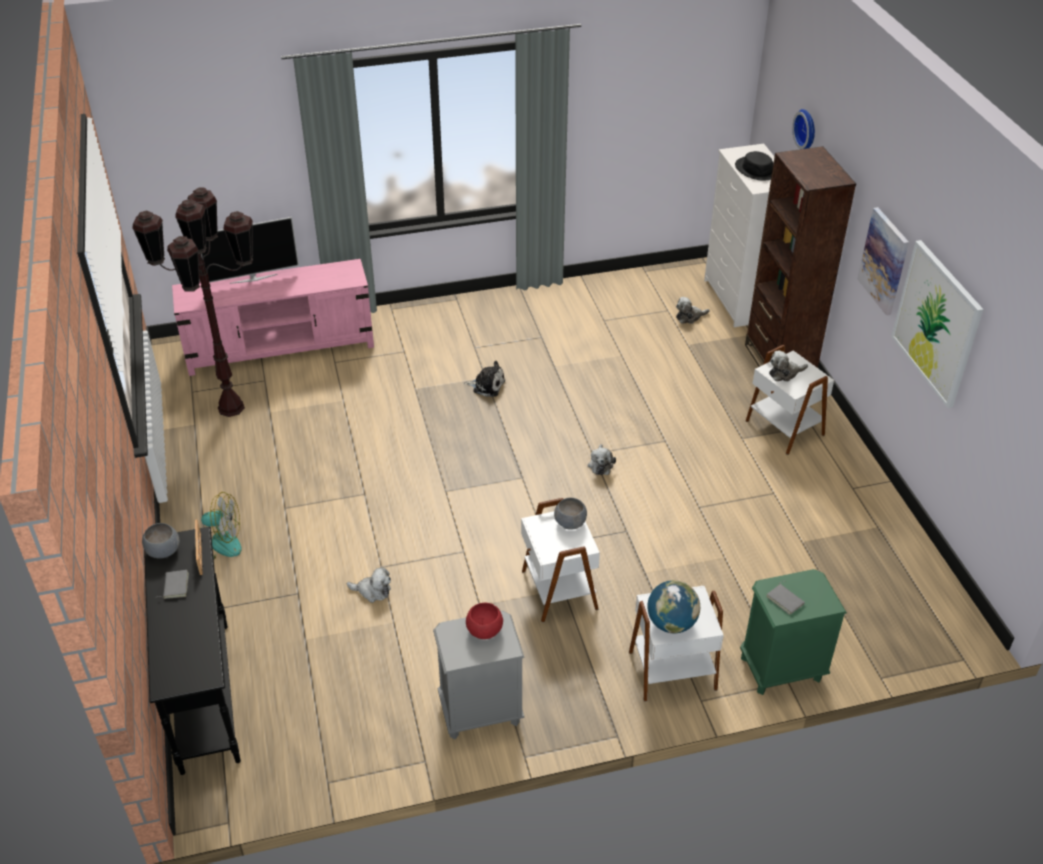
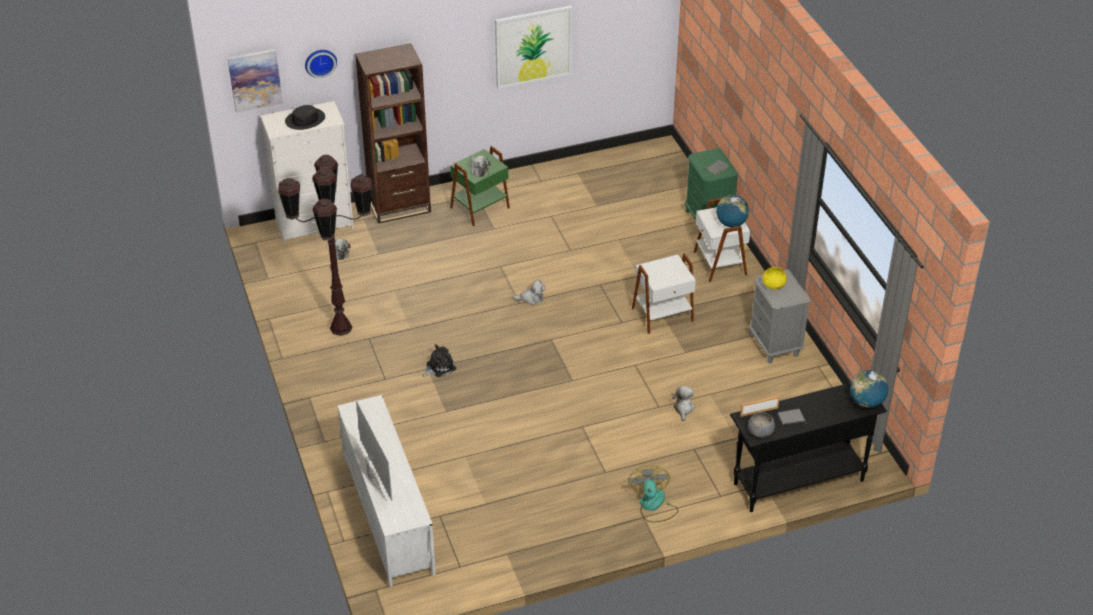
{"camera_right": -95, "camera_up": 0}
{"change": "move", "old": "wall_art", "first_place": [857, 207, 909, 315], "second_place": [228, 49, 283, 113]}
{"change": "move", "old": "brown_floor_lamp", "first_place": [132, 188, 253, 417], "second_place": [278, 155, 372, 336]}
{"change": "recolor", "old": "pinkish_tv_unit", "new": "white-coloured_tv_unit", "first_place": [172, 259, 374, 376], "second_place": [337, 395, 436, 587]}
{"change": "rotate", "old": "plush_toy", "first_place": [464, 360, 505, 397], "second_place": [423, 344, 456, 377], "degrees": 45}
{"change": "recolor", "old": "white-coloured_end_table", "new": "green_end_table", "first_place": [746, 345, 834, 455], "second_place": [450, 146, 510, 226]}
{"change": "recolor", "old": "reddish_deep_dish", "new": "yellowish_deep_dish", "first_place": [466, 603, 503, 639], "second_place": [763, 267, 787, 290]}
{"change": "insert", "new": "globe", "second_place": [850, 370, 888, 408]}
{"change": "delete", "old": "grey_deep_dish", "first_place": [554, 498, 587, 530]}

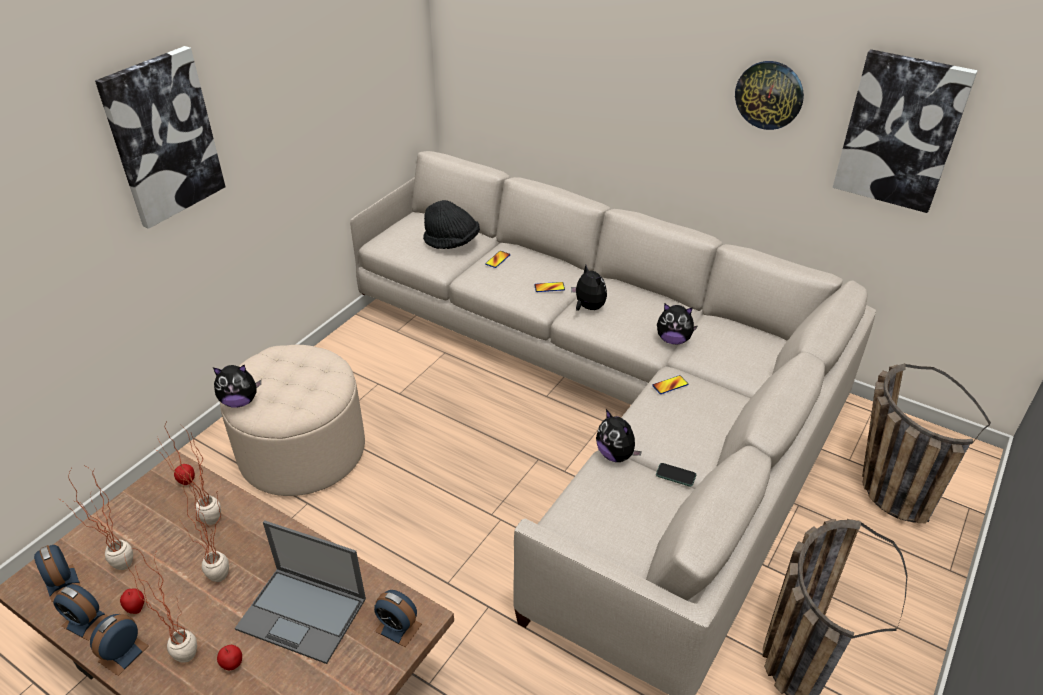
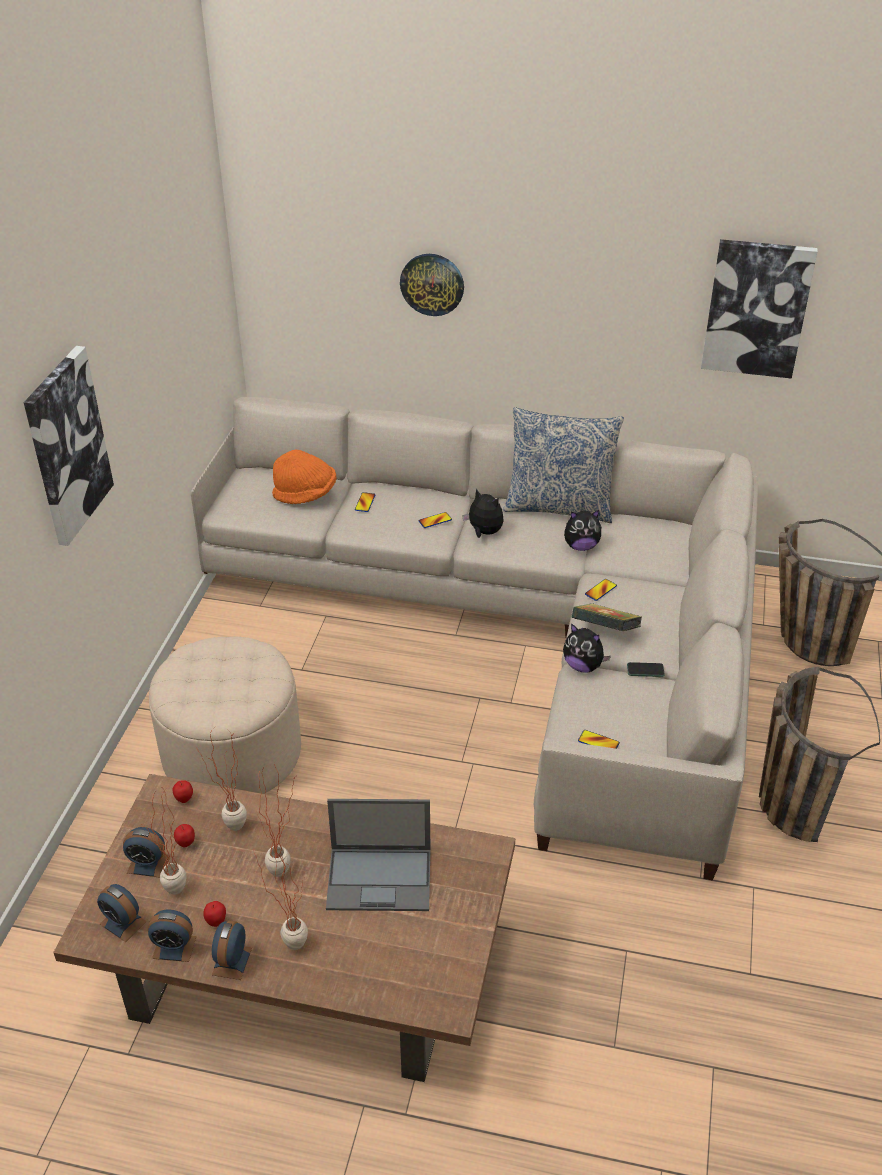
{"camera_right": -20, "camera_up": 0}
{"change": "move", "old": "table_clock", "first_place": [374, 590, 422, 647], "second_place": [123, 827, 169, 878]}
{"change": "move", "old": "whole_apple", "first_place": [217, 645, 242, 670], "second_place": [174, 824, 195, 847]}
{"change": "recolor", "old": "black_wearable_hat", "new": "orange-coloured_wearable_hat", "first_place": [423, 200, 480, 249], "second_place": [272, 450, 336, 504]}
{"change": "move", "old": "hanging_clock", "first_place": [735, 61, 804, 130], "second_place": [400, 254, 464, 316]}
{"change": "insert", "new": "throw_pillow", "second_place": [503, 407, 624, 523]}
{"change": "insert", "new": "book", "second_place": [572, 603, 642, 631]}
{"change": "insert", "new": "phone", "second_place": [578, 730, 620, 749]}
{"change": "delete", "old": "plush_toy", "first_place": [213, 365, 261, 408]}

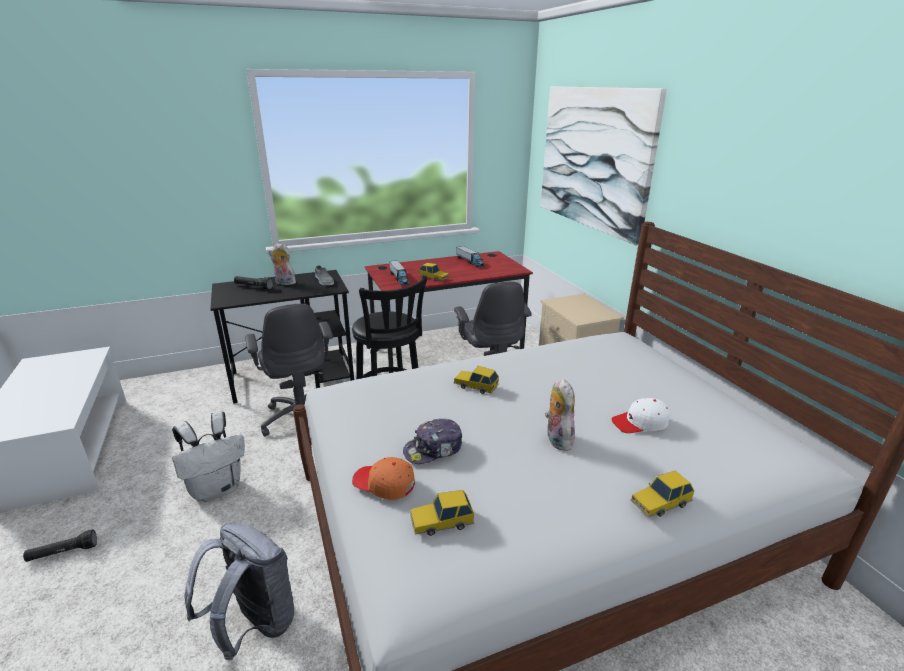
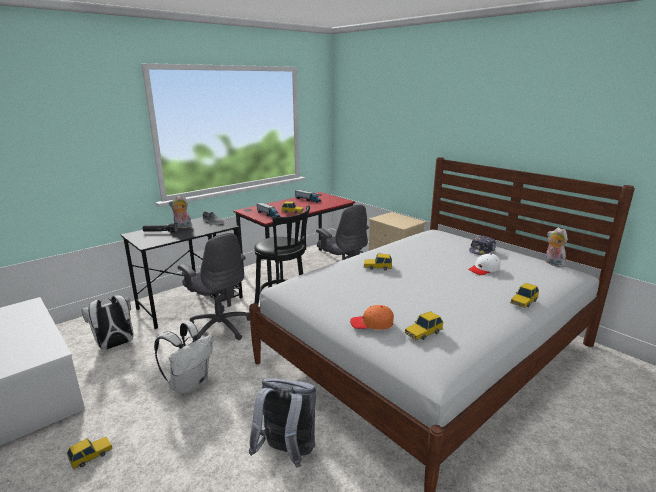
{"camera_right": -20, "camera_up": -5}
{"change": "replace", "old": "black_flashlight", "new": "miniature_car", "first_place": [23, 529, 97, 562], "second_place": [67, 437, 113, 470]}
{"change": "insert", "new": "white-coloured_backpack", "second_place": [81, 295, 134, 350]}
{"change": "move", "old": "baseball_cap", "first_place": [403, 419, 462, 464], "second_place": [469, 235, 496, 255]}
{"change": "move", "old": "plush_toy", "first_place": [545, 379, 575, 451], "second_place": [545, 228, 568, 267]}
{"change": "delete", "old": "wall_art", "first_place": [541, 86, 667, 245]}

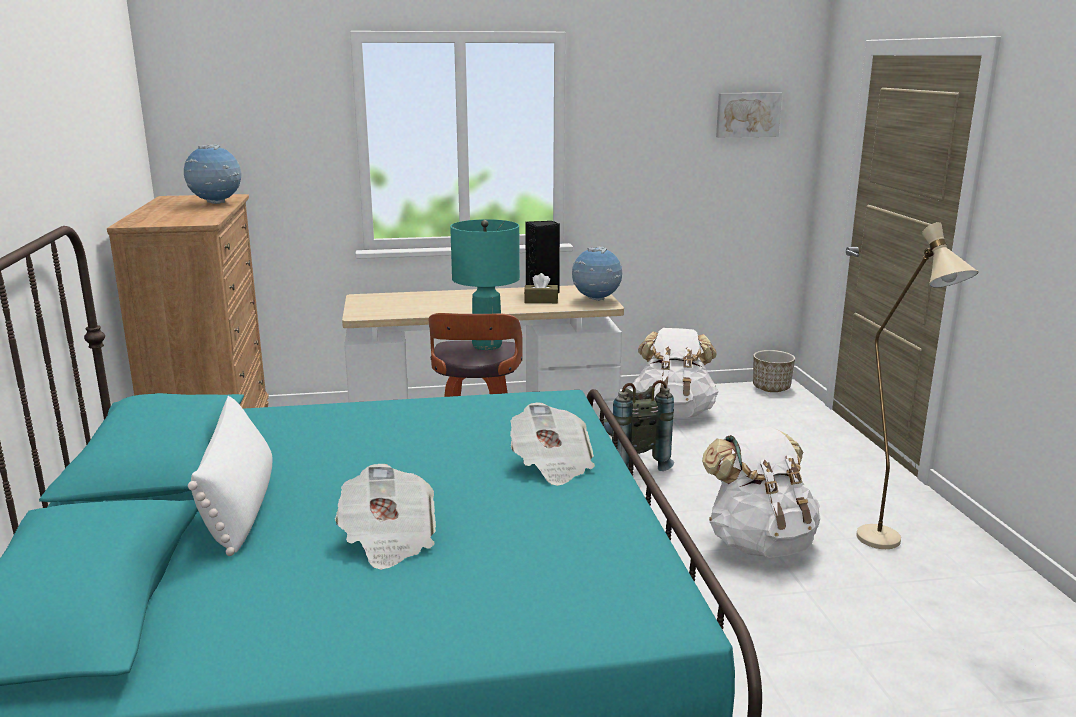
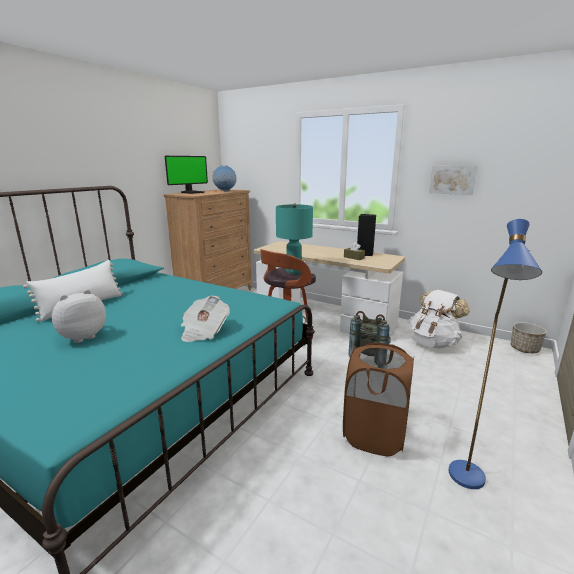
{"camera_right": 40, "camera_up": 0}
{"change": "replace", "old": "printed_paper", "new": "plush_toy", "first_place": [335, 464, 436, 570], "second_place": [51, 290, 106, 343]}
{"change": "insert", "new": "monitor", "second_place": [165, 156, 208, 194]}
{"change": "replace", "old": "white-coloured_backpack", "new": "brown_washing_basket", "first_place": [702, 427, 820, 558], "second_place": [343, 342, 414, 456]}
{"change": "move", "old": "wall_art", "first_place": [716, 93, 782, 138], "second_place": [429, 166, 477, 195]}
{"change": "recolor", "old": "sand-coloured_floor_lamp", "new": "bluish_floor_lamp", "first_place": [856, 222, 979, 549], "second_place": [448, 219, 542, 489]}
{"change": "delete", "old": "globe", "first_place": [572, 246, 622, 301]}

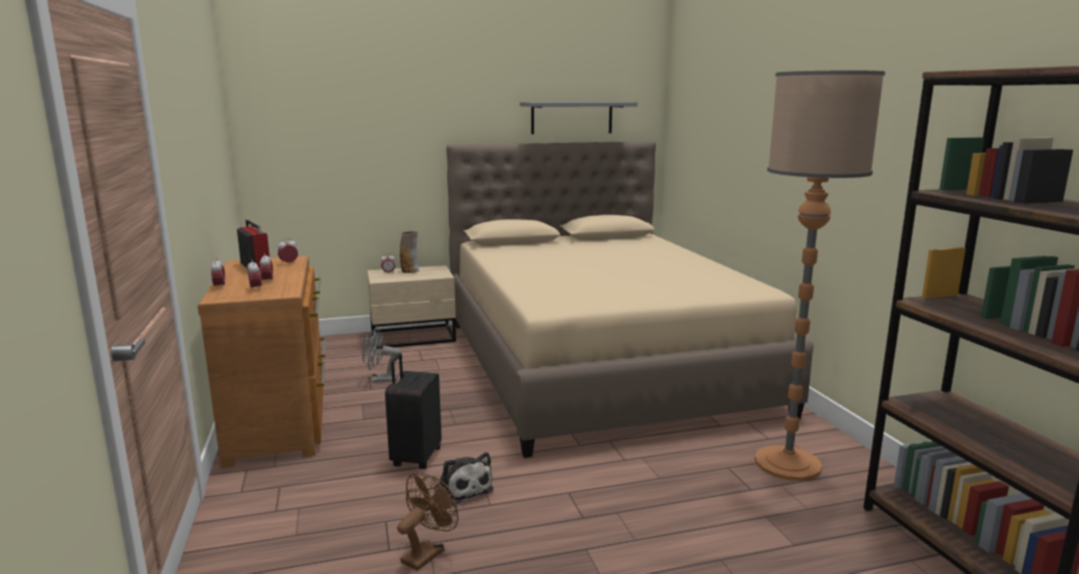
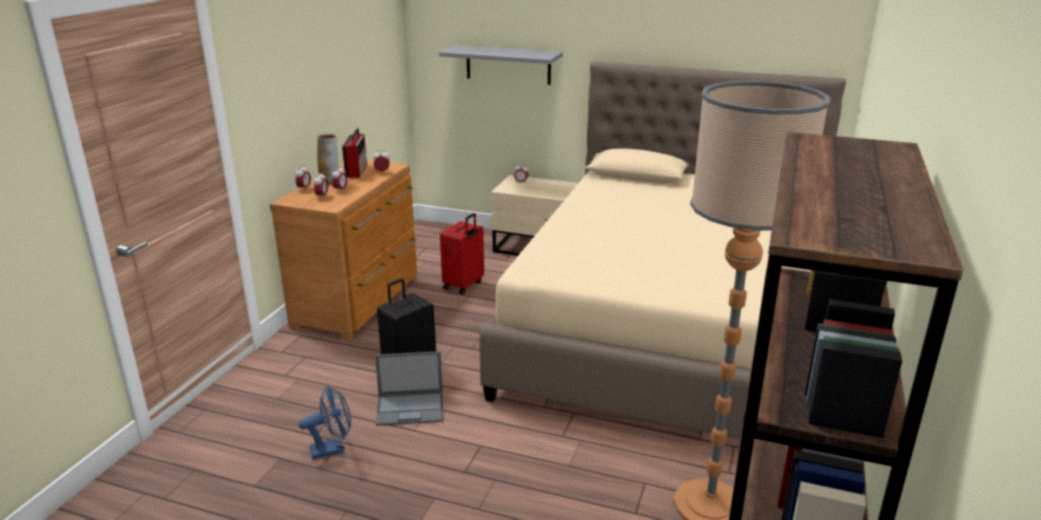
{"camera_right": 35, "camera_up": 10}
{"change": "recolor", "old": "brown_cooling_fan", "new": "bluish_cooling_fan", "first_place": [397, 473, 458, 571], "second_place": [299, 386, 351, 459]}
{"change": "move", "old": "flower_vase", "first_place": [400, 231, 419, 273], "second_place": [317, 134, 339, 184]}
{"change": "replace", "old": "plush_toy", "new": "notebook_computer", "first_place": [435, 452, 493, 506], "second_place": [375, 351, 443, 426]}
{"change": "move", "old": "grey_wall_shelf", "first_place": [520, 102, 638, 134], "second_place": [439, 45, 563, 85]}
{"change": "replace", "old": "grey_cooling_fan", "new": "reddish_travel_case", "first_place": [362, 328, 402, 383], "second_place": [440, 213, 484, 294]}

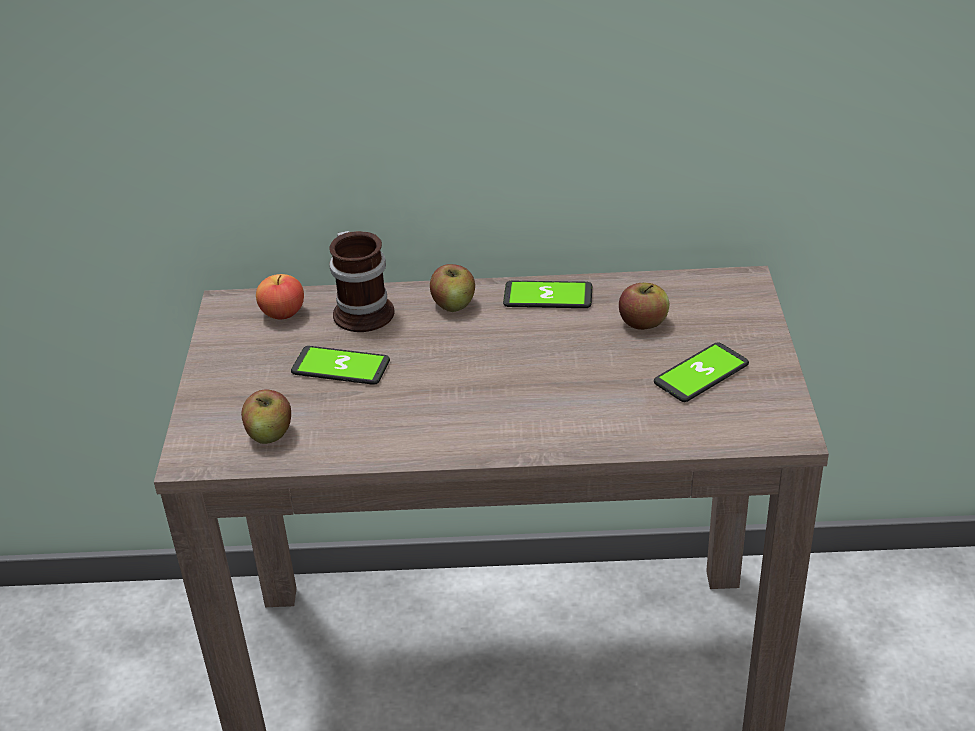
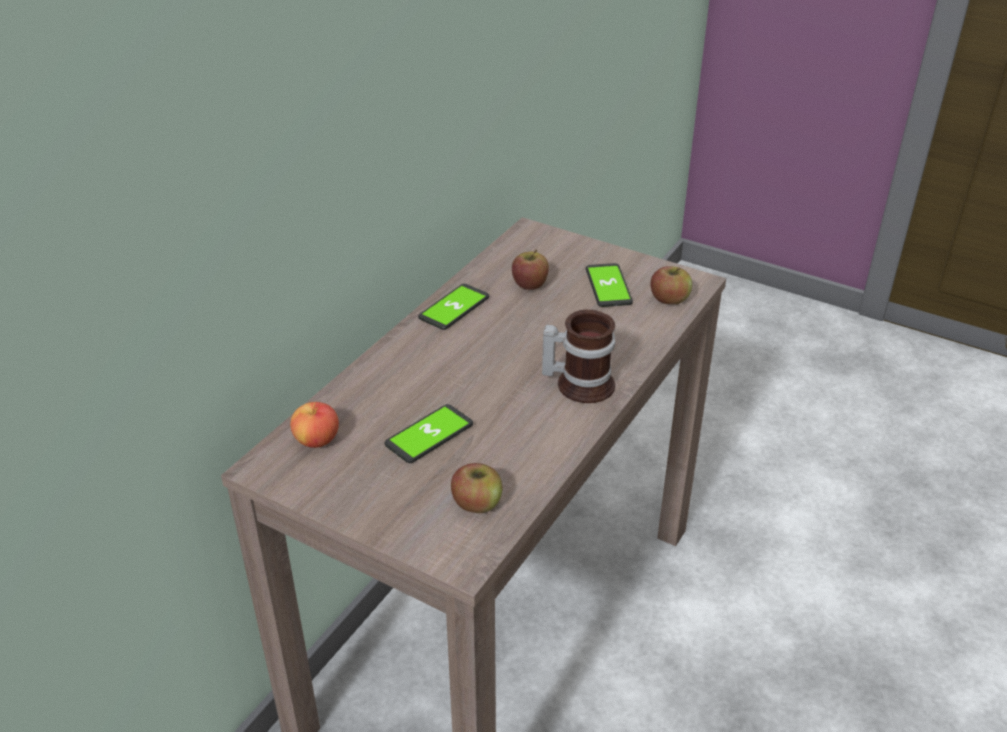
{"camera_right": -60, "camera_up": 0}
{"change": "move", "old": "tea_mug", "first_place": [329, 231, 395, 332], "second_place": [542, 310, 616, 403]}
{"change": "move", "old": "whole_apple", "first_place": [430, 264, 475, 312], "second_place": [650, 266, 692, 304]}

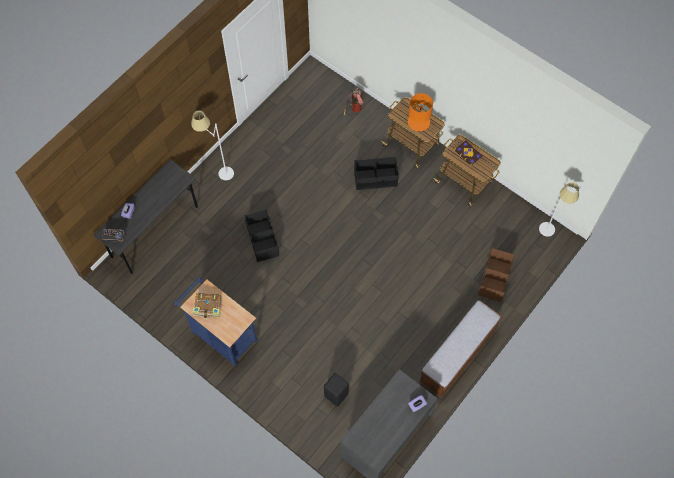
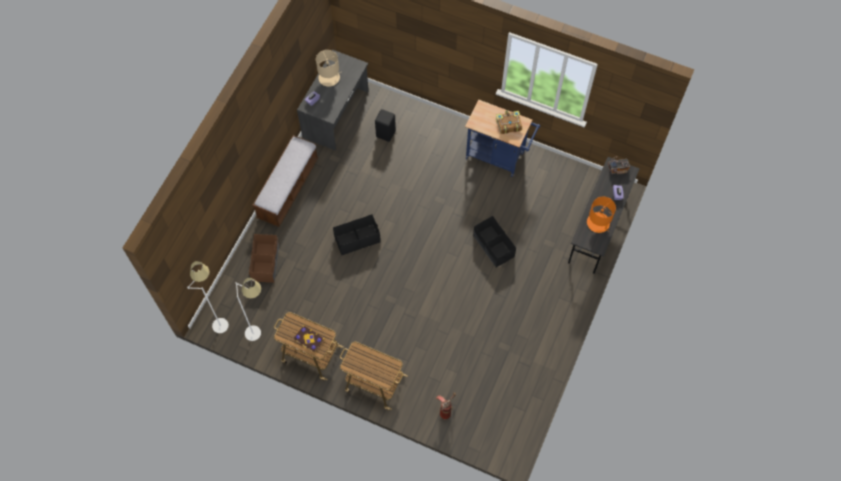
{"camera_right": 165, "camera_up": 0}
{"change": "move", "old": "white-coloured_floor_lamp", "first_place": [191, 111, 234, 180], "second_place": [236, 278, 261, 341]}
{"change": "insert", "new": "sand-coloured_table_lamp", "second_place": [316, 50, 341, 87]}
{"change": "move", "old": "black_storage_container", "first_place": [354, 157, 399, 190], "second_place": [333, 214, 381, 255]}
{"change": "move", "old": "orange-coloured_table_lamp", "first_place": [408, 93, 433, 131], "second_place": [587, 197, 616, 233]}

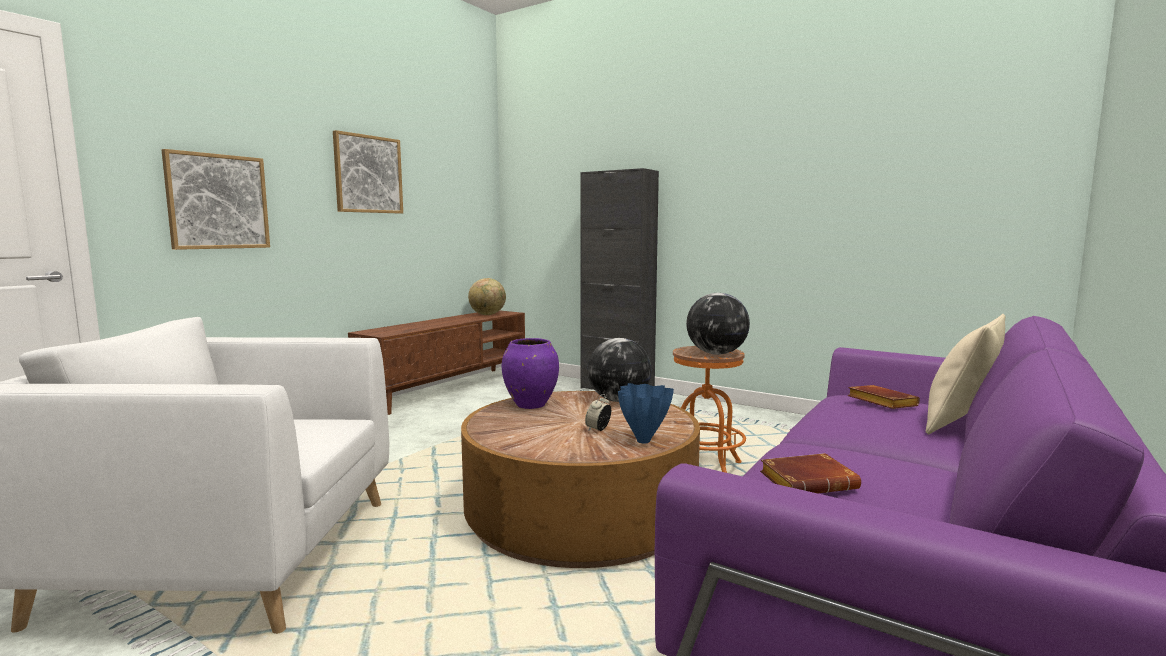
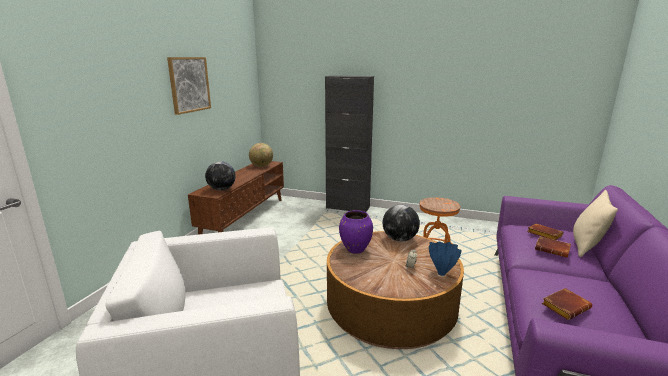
{"camera_right": -15, "camera_up": 10}
{"change": "move", "old": "globe", "first_place": [686, 293, 750, 355], "second_place": [205, 161, 236, 191]}
{"change": "insert", "new": "brown_book", "second_place": [535, 236, 571, 258]}
{"change": "delete", "old": "wall_art", "first_place": [162, 149, 270, 250]}

